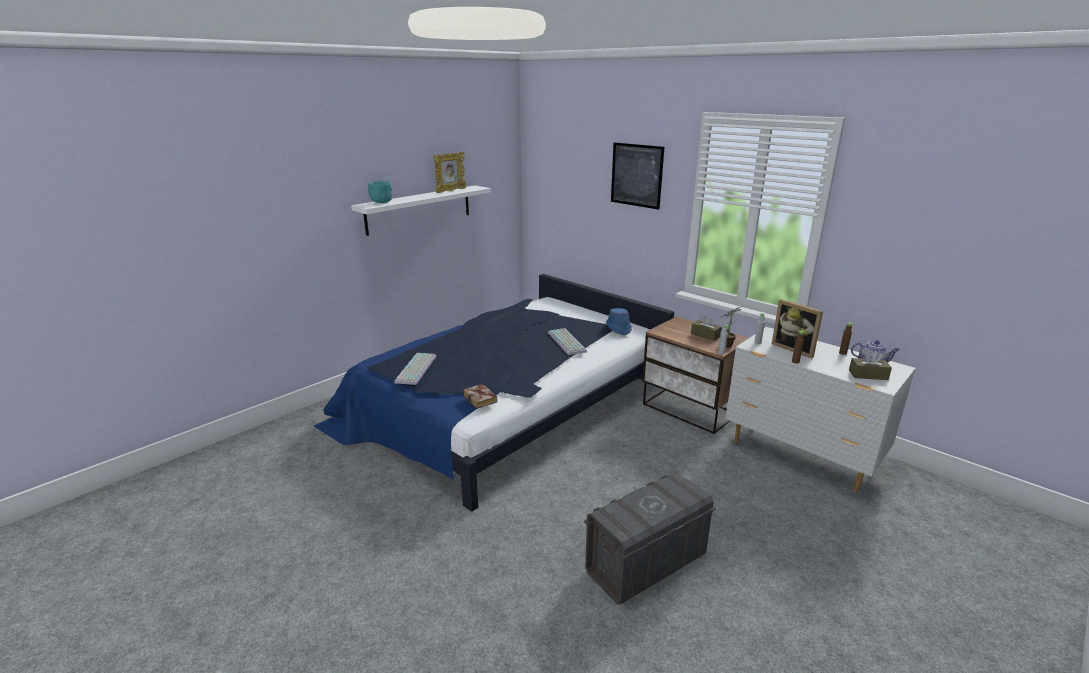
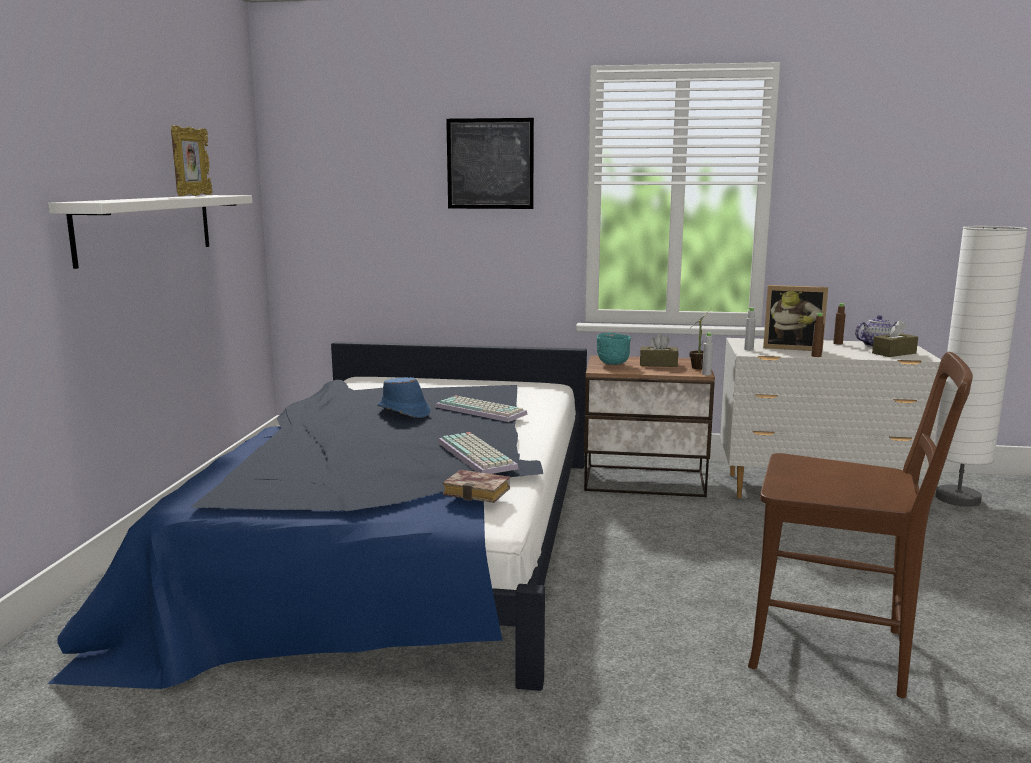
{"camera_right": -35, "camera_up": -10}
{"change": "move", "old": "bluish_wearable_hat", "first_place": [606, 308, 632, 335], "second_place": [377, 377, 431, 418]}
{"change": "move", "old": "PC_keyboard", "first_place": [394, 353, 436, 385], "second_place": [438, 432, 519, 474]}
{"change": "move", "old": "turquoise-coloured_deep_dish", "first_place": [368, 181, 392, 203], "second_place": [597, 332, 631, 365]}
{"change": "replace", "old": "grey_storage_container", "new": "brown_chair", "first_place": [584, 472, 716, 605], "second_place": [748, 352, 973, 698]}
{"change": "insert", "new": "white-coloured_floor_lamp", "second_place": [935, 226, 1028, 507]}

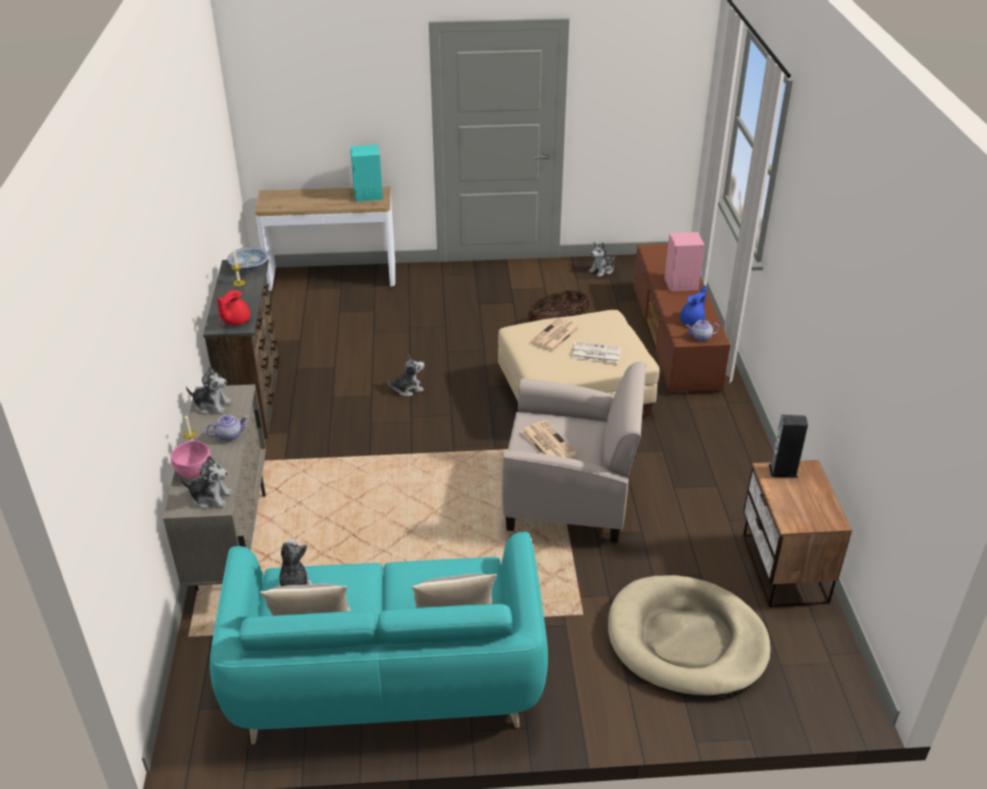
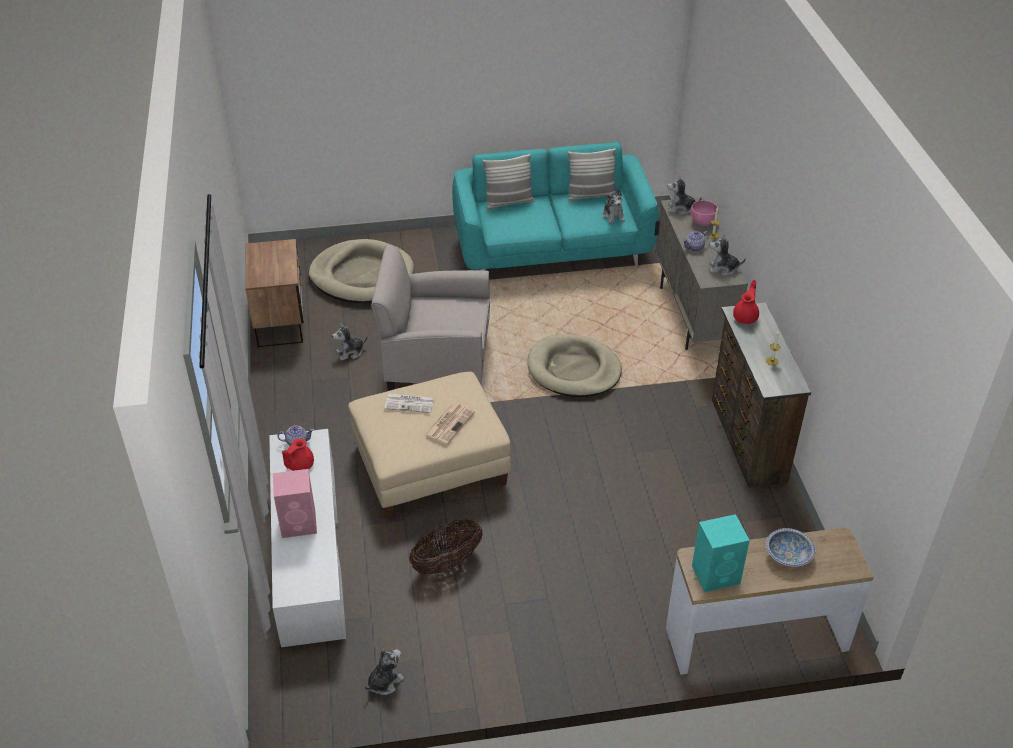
{"camera_right": 175, "camera_up": 5}
{"change": "recolor", "old": "brown_tv_unit", "new": "white-coloured_tv_unit", "first_place": [633, 244, 730, 394], "second_place": [269, 429, 346, 648]}
{"change": "recolor", "old": "bluish_pot_for_tea", "new": "reddish_pot_for_tea", "first_place": [680, 285, 706, 325], "second_place": [282, 438, 314, 471]}
{"change": "move", "old": "plush_toy", "first_place": [387, 355, 424, 396], "second_place": [332, 323, 368, 361]}
{"change": "insert", "new": "sand-coloured_dog_bed", "second_place": [527, 334, 622, 397]}
{"change": "move", "old": "deep_dish", "first_place": [227, 247, 269, 271], "second_place": [766, 528, 815, 567]}
{"change": "delete", "old": "printed_paper", "first_place": [521, 420, 577, 458]}
{"change": "delete", "old": "speaker", "first_place": [769, 415, 808, 478]}

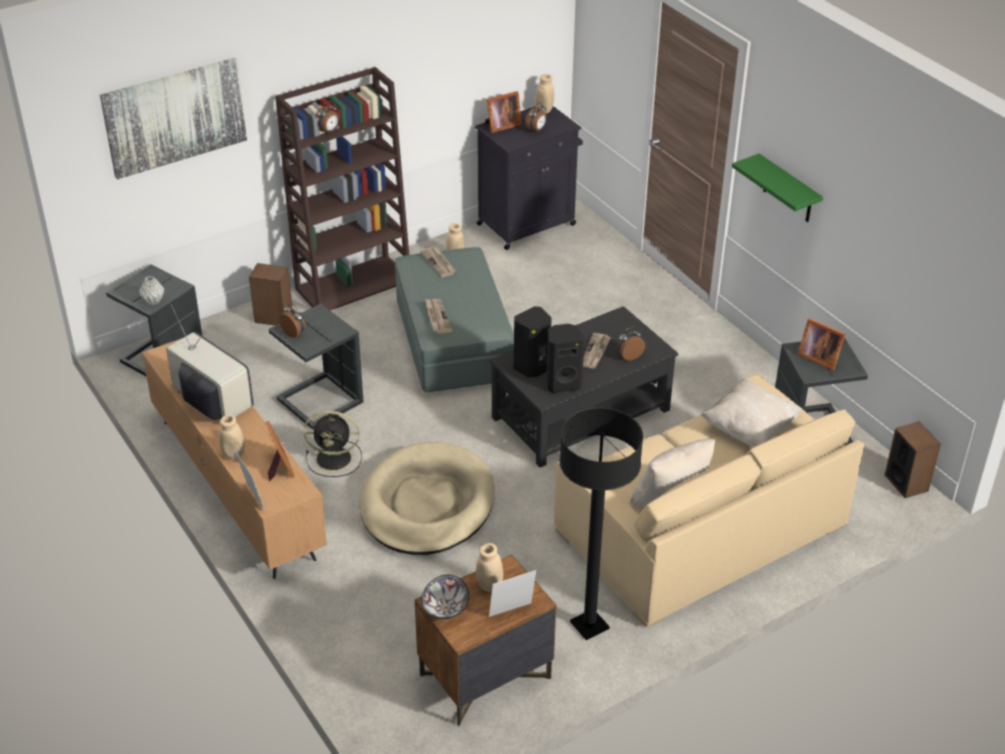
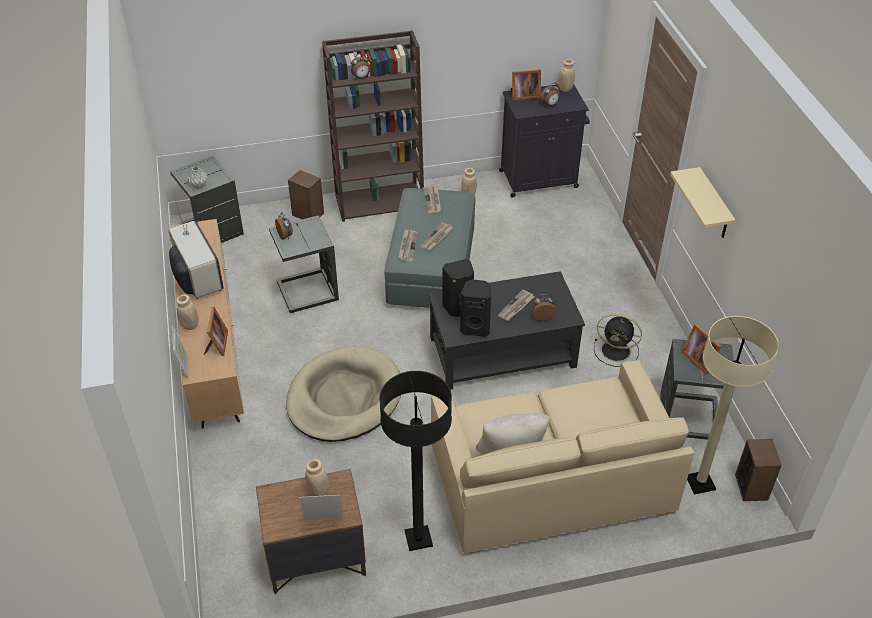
{"camera_right": 20, "camera_up": 5}
{"change": "insert", "new": "printed_paper", "second_place": [420, 222, 453, 251]}
{"change": "move", "old": "black_cooling_fan", "first_place": [304, 411, 362, 477], "second_place": [594, 314, 642, 367]}
{"change": "recolor", "old": "green_wall_shelf", "new": "sand-coloured_wall_shelf", "first_place": [732, 153, 823, 222], "second_place": [670, 167, 736, 238]}
{"change": "insert", "new": "sand-coloured_floor_lamp", "second_place": [687, 316, 779, 494]}
{"change": "delete", "old": "wall_art", "first_place": [100, 58, 247, 180]}
{"change": "delete", "old": "deep_dish", "first_place": [421, 575, 469, 619]}
{"change": "delete", "old": "sand-coloured_throw_pillow", "first_place": [701, 379, 804, 447]}

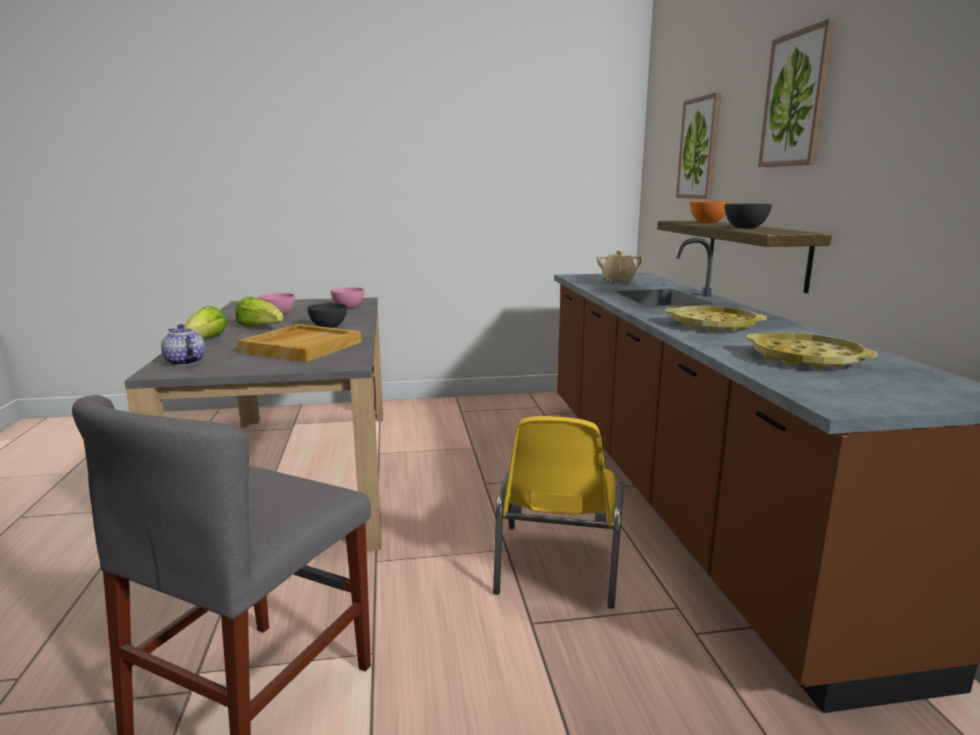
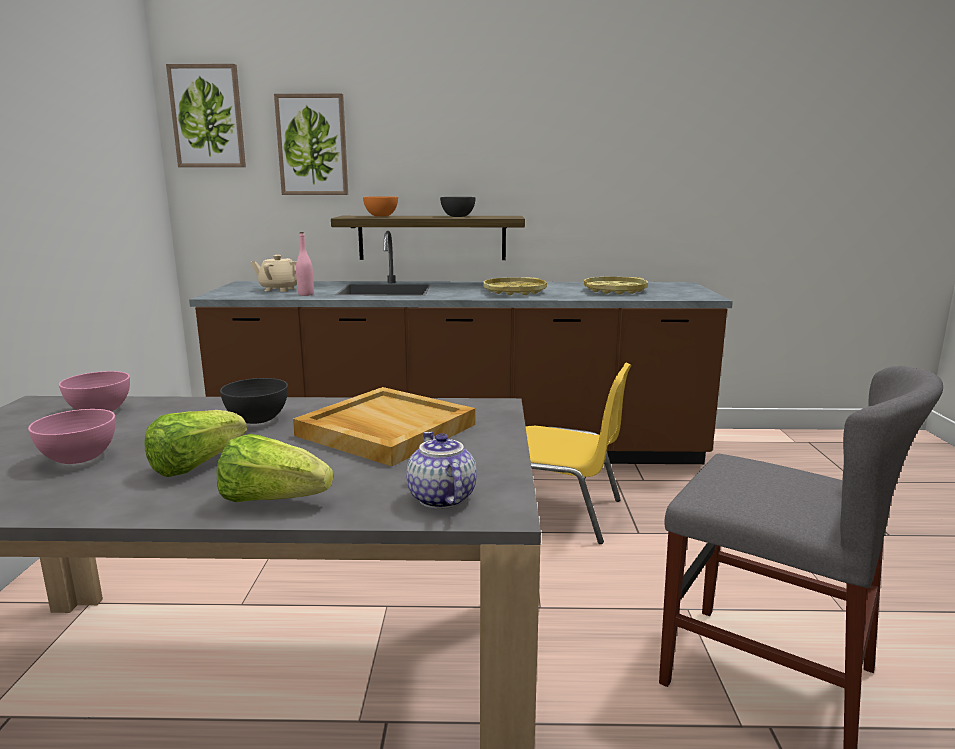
{"camera_right": -80, "camera_up": 0}
{"change": "move", "old": "wall_art", "first_place": [758, 19, 837, 167], "second_place": [166, 64, 246, 167]}
{"change": "insert", "new": "pinkish_bottle", "second_place": [296, 232, 314, 296]}
{"change": "rotate", "old": "pot_for_tea", "first_place": [161, 324, 205, 366], "second_place": [406, 432, 477, 509], "degrees": 105}

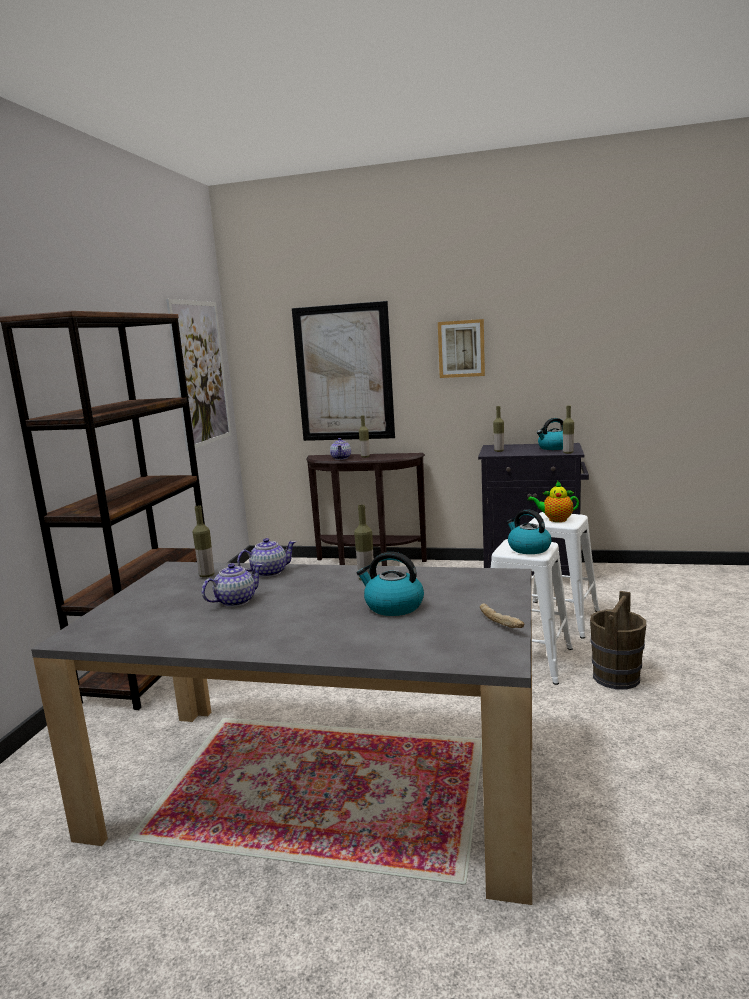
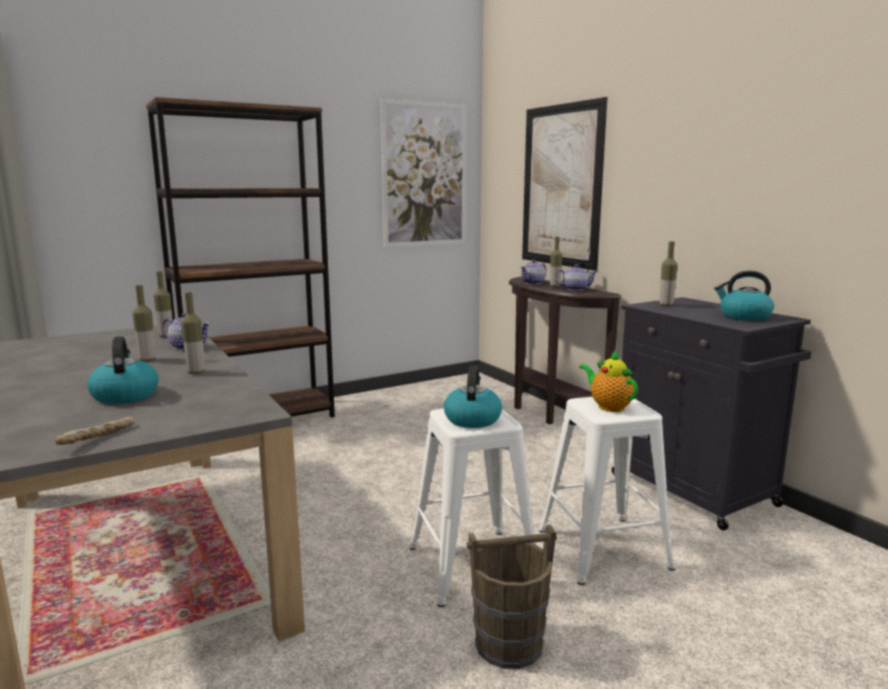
{"camera_right": 45, "camera_up": 0}
{"change": "move", "old": "bottle", "first_place": [563, 406, 574, 454], "second_place": [133, 285, 156, 362]}
{"change": "move", "old": "pot_for_tea", "first_place": [202, 563, 263, 607], "second_place": [554, 264, 597, 291]}
{"change": "delete", "old": "wall_art", "first_place": [438, 319, 485, 378]}

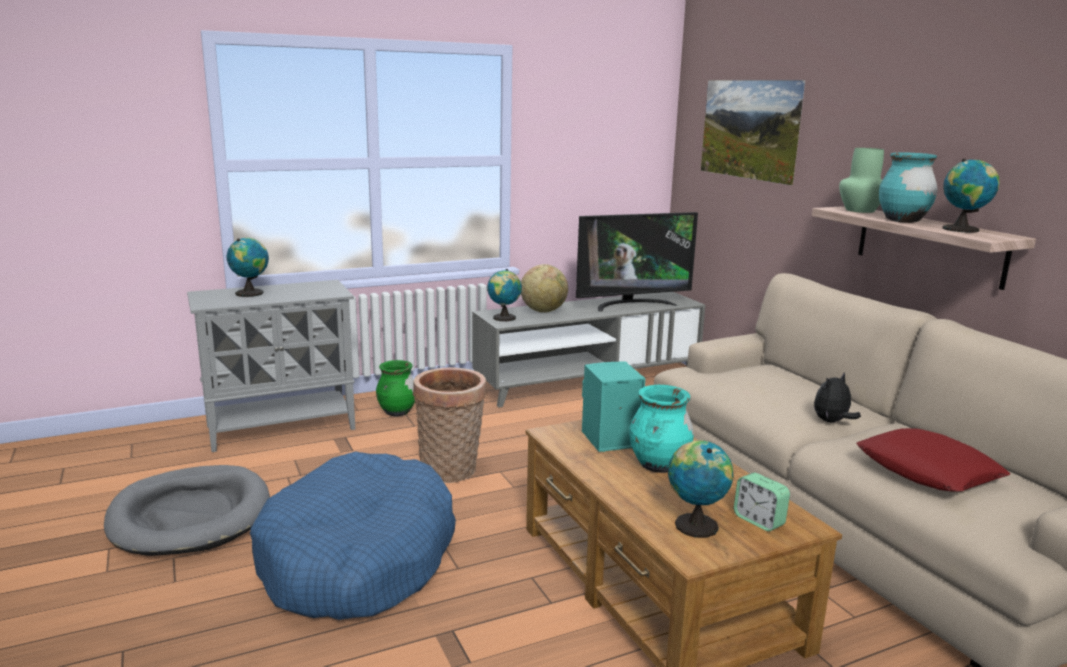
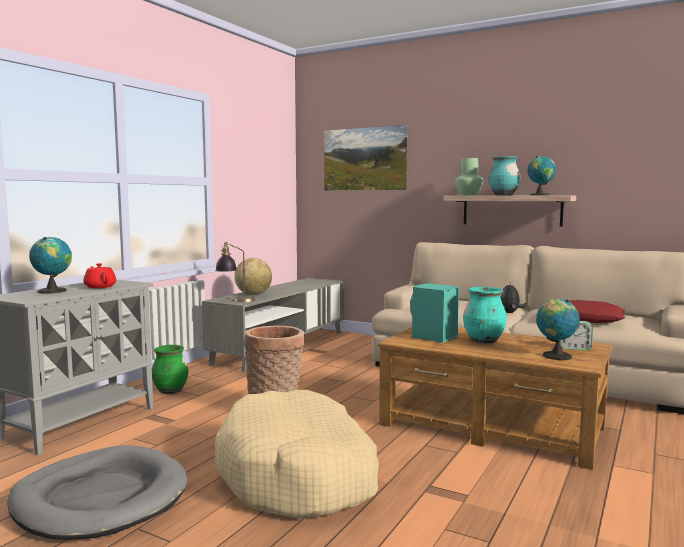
{"camera_right": -35, "camera_up": -10}
{"change": "insert", "new": "reddish_pot_for_tea", "second_place": [83, 263, 116, 288]}
{"change": "replace", "old": "globe", "new": "table_lamp", "first_place": [487, 269, 522, 321], "second_place": [215, 241, 255, 302]}
{"change": "recolor", "old": "bluish_dog_bed", "new": "sand-coloured_dog_bed", "first_place": [250, 452, 456, 620], "second_place": [215, 390, 379, 519]}
{"change": "delete", "old": "television", "first_place": [576, 212, 698, 311]}

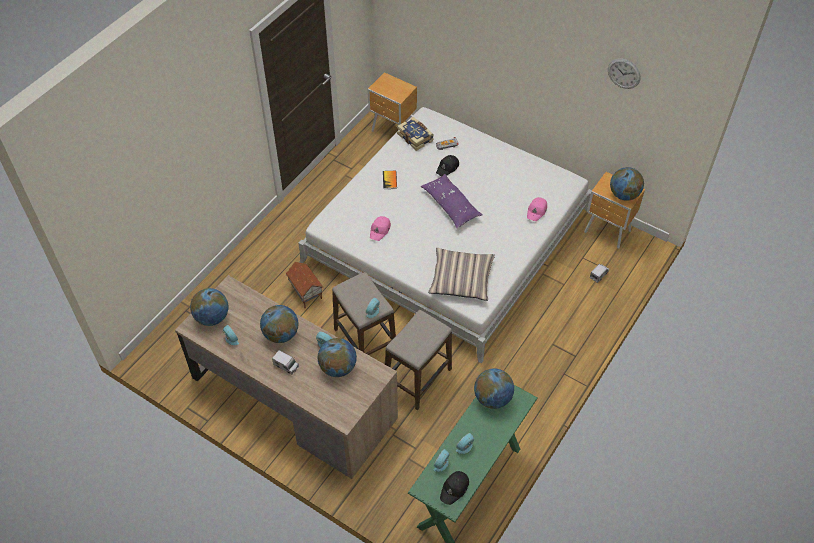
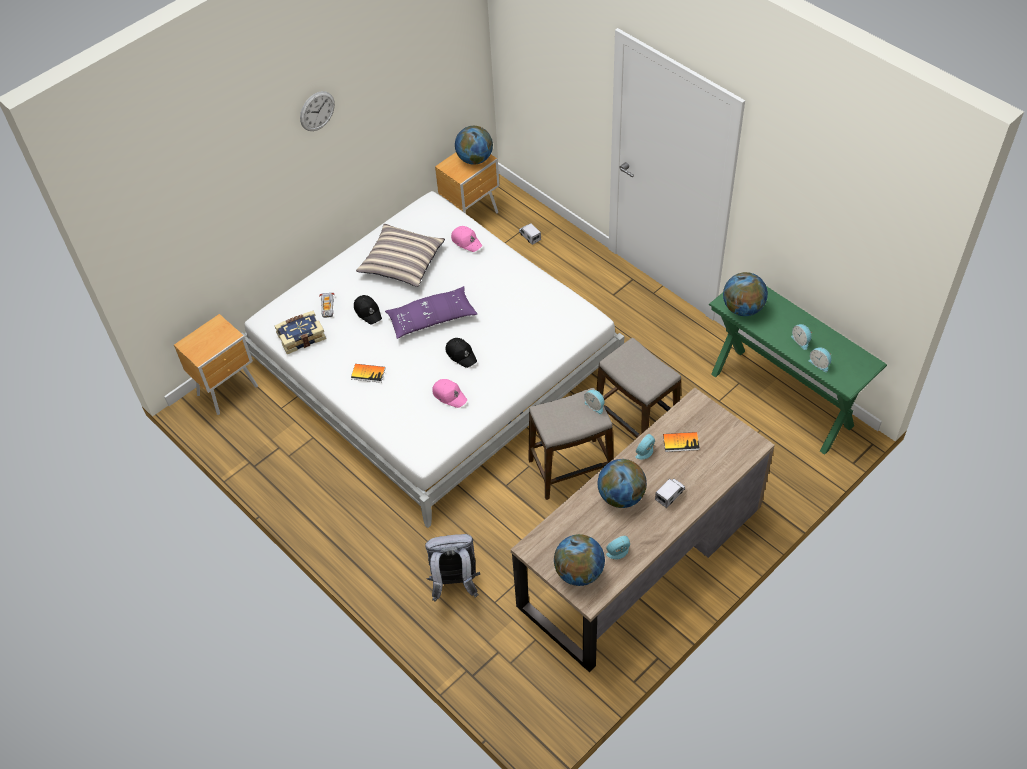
{"camera_right": -75, "camera_up": 0}
{"change": "move", "old": "hanging_clock", "first_place": [608, 58, 641, 89], "second_place": [300, 91, 335, 131]}
{"change": "move", "old": "throw_pillow", "first_place": [428, 248, 495, 301], "second_place": [356, 224, 445, 287]}
{"change": "insert", "new": "grey_backpack", "second_place": [425, 534, 480, 602]}
{"change": "move", "old": "black_baseball_cap", "first_place": [440, 471, 469, 505], "second_place": [446, 338, 477, 368]}
{"change": "replace", "old": "globe", "new": "book", "first_place": [318, 338, 357, 377], "second_place": [663, 432, 700, 452]}
{"change": "delete", "old": "miniature_house", "first_place": [286, 262, 323, 308]}

